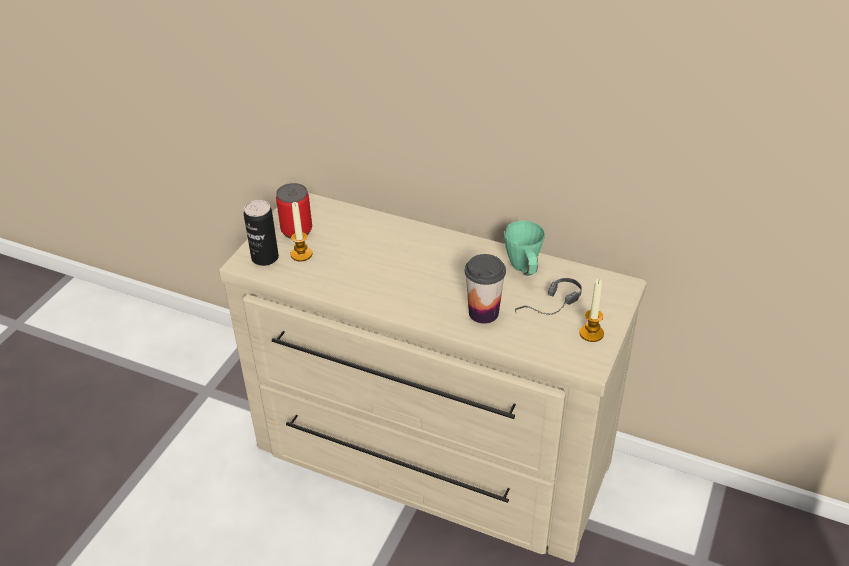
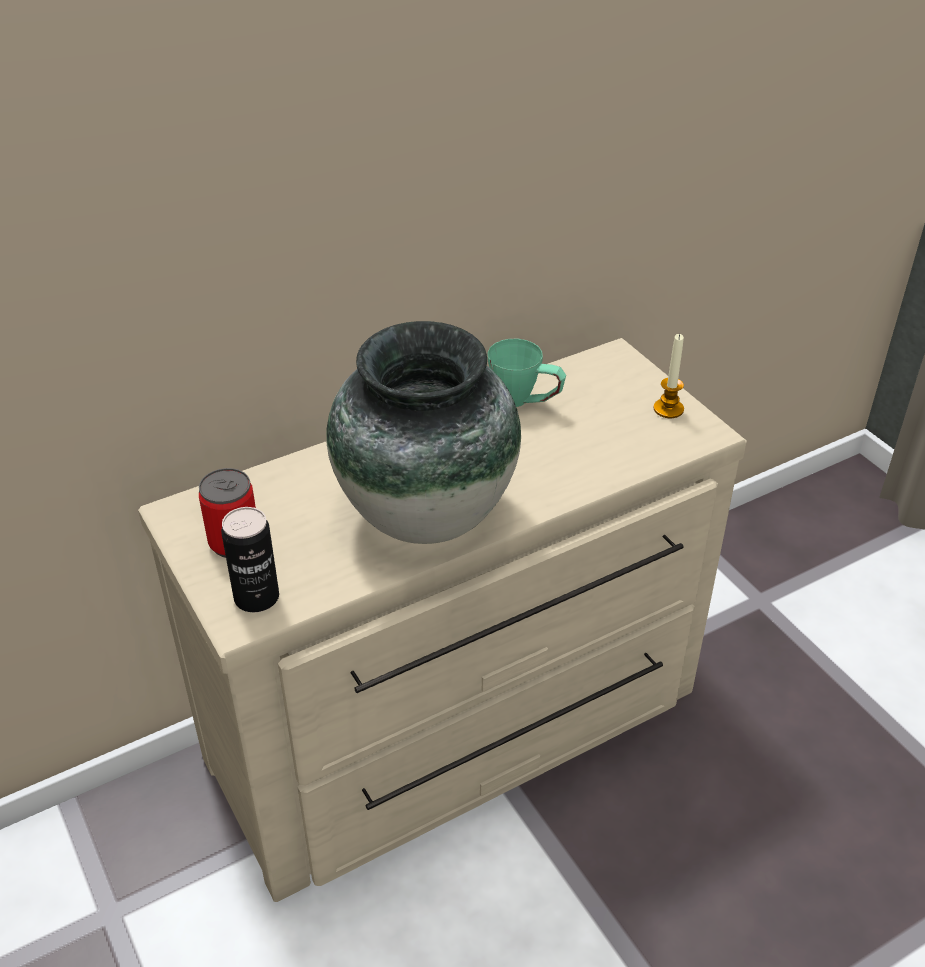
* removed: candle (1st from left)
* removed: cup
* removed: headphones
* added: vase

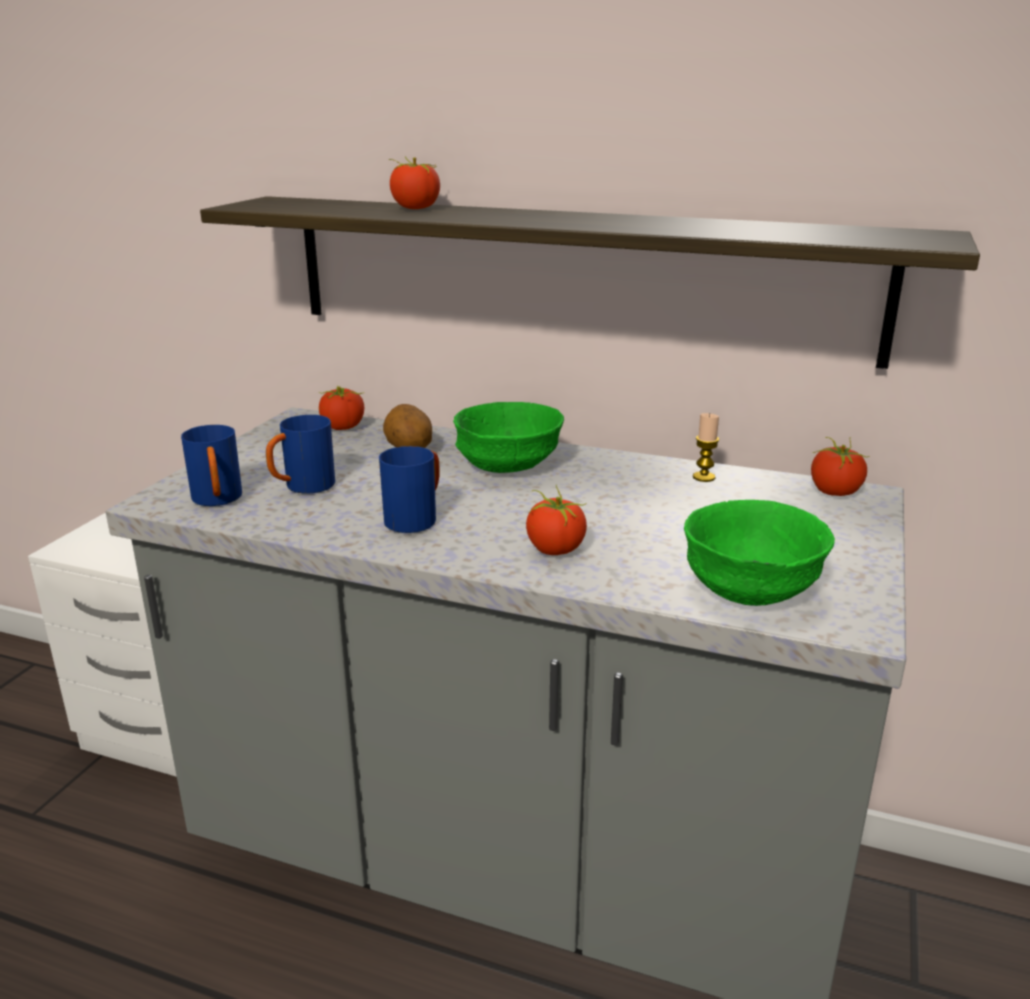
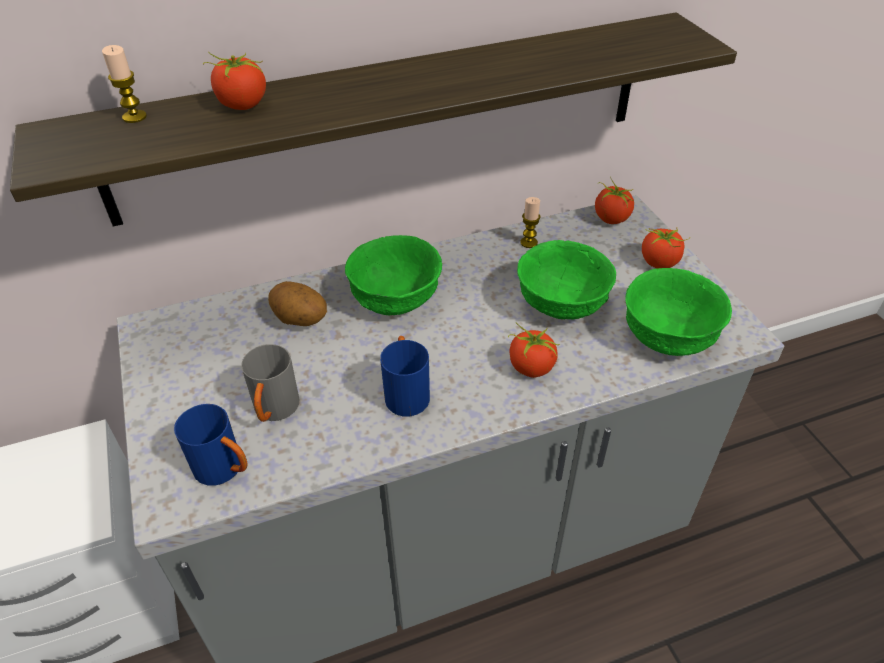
* moved: tomato (1st from left in the first image) to tomato (4th from left)
* recoloured: mug/blue (2nd from left) to mug/grey
* added: candle (1st from left)
* added: bowl/green (2nd from left)

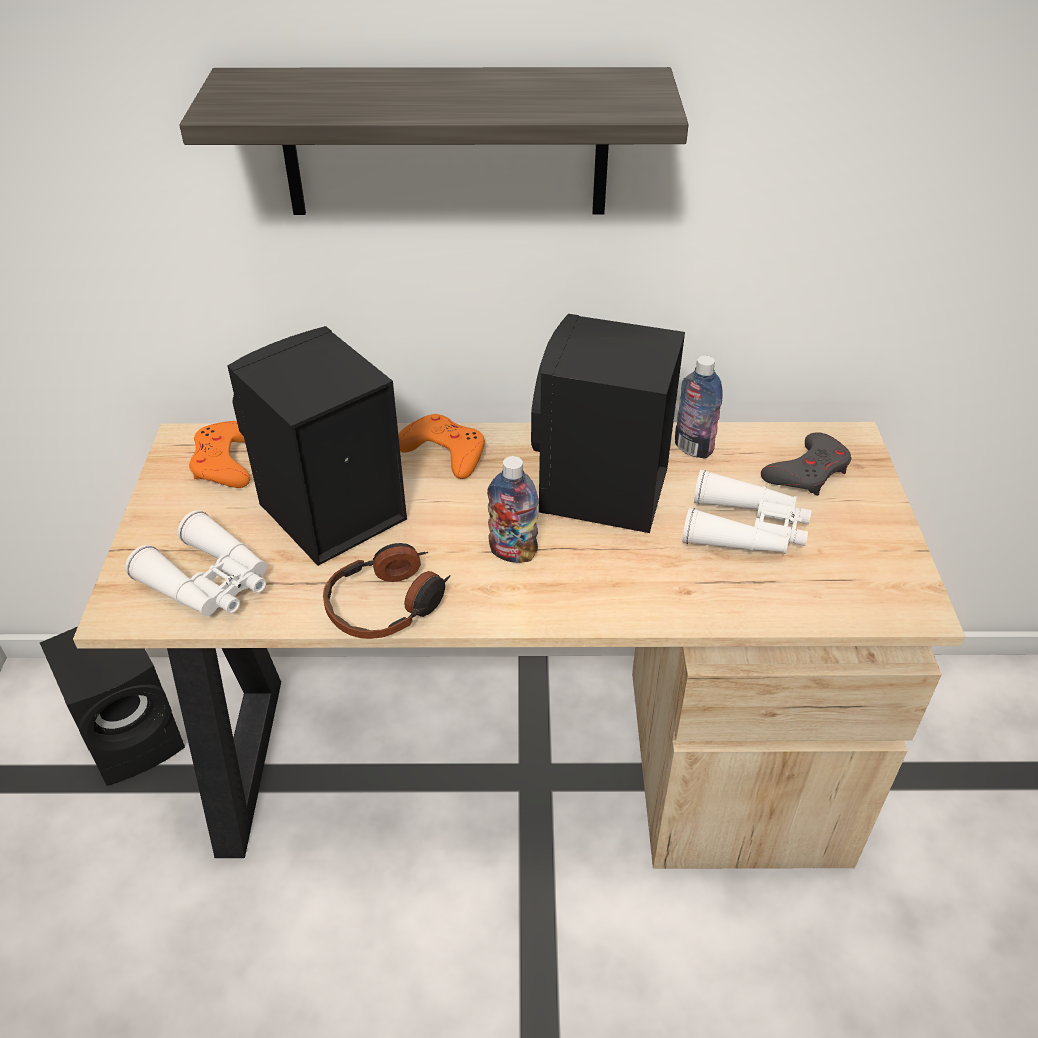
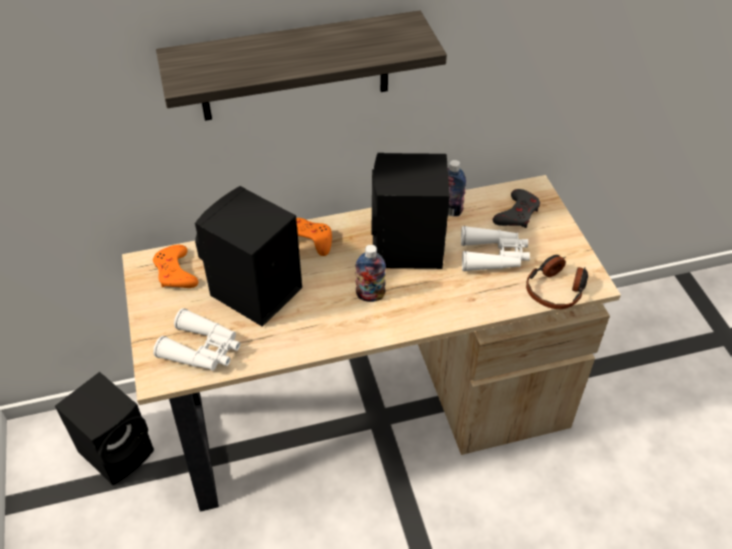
* moved: headphones

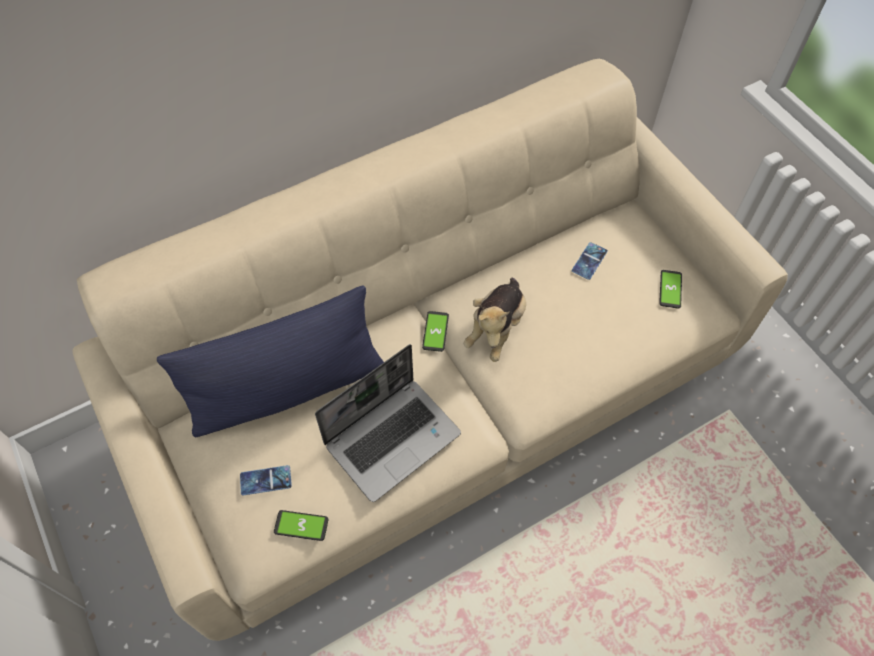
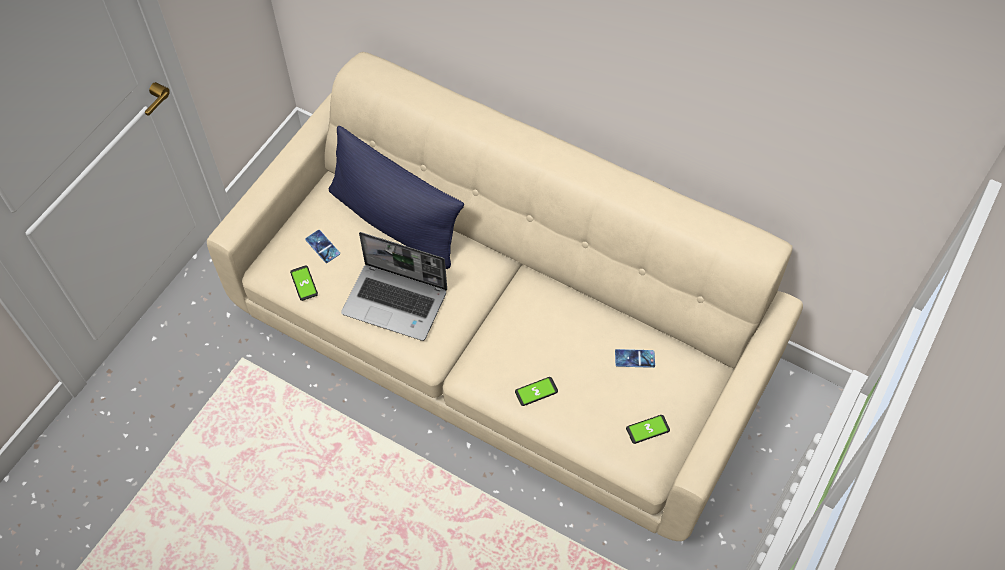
* removed: plush toy
* moved: phone (3rd from left)

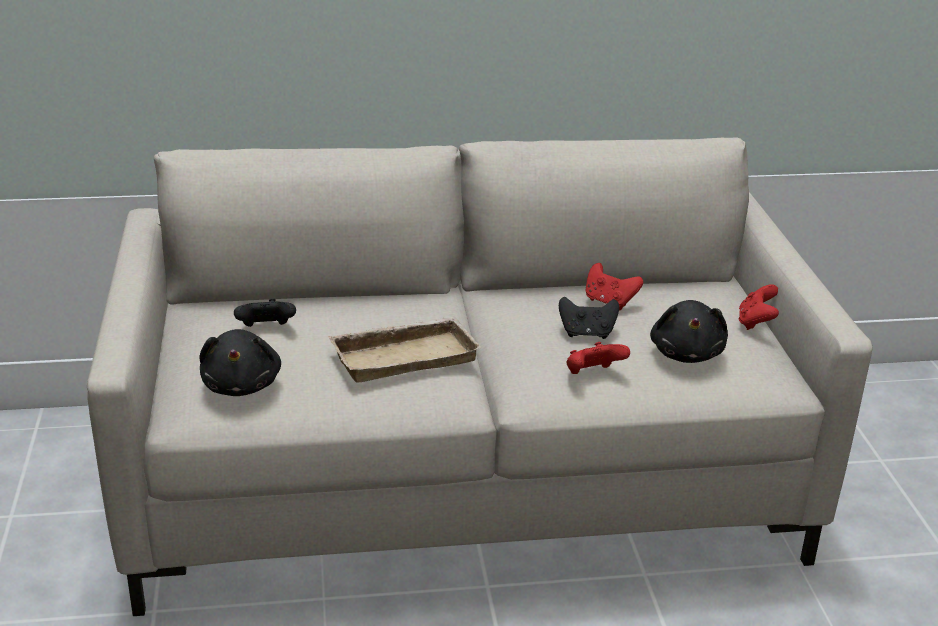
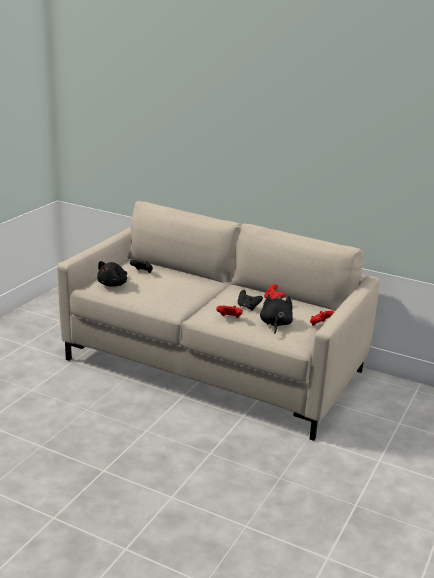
* turned: plush toy/black (2nd from left) 150 degrees clockwise
* removed: tray/beige

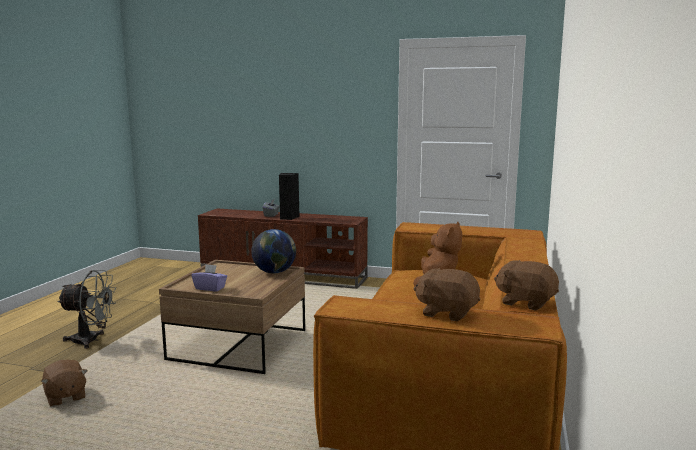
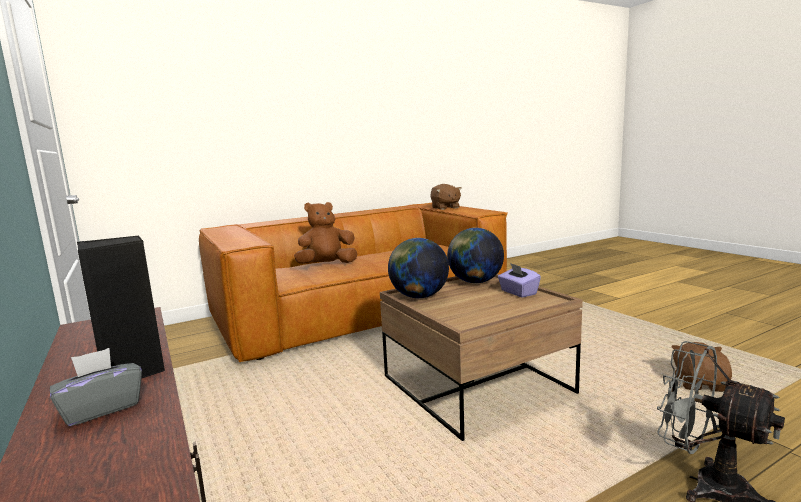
* removed: plush toy/brown (4th from left)
* added: globe (2nd from left)

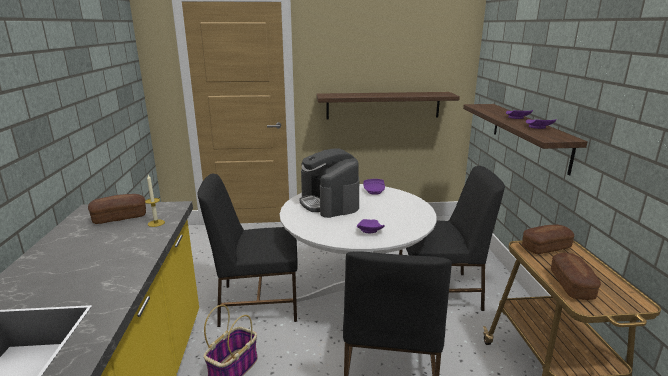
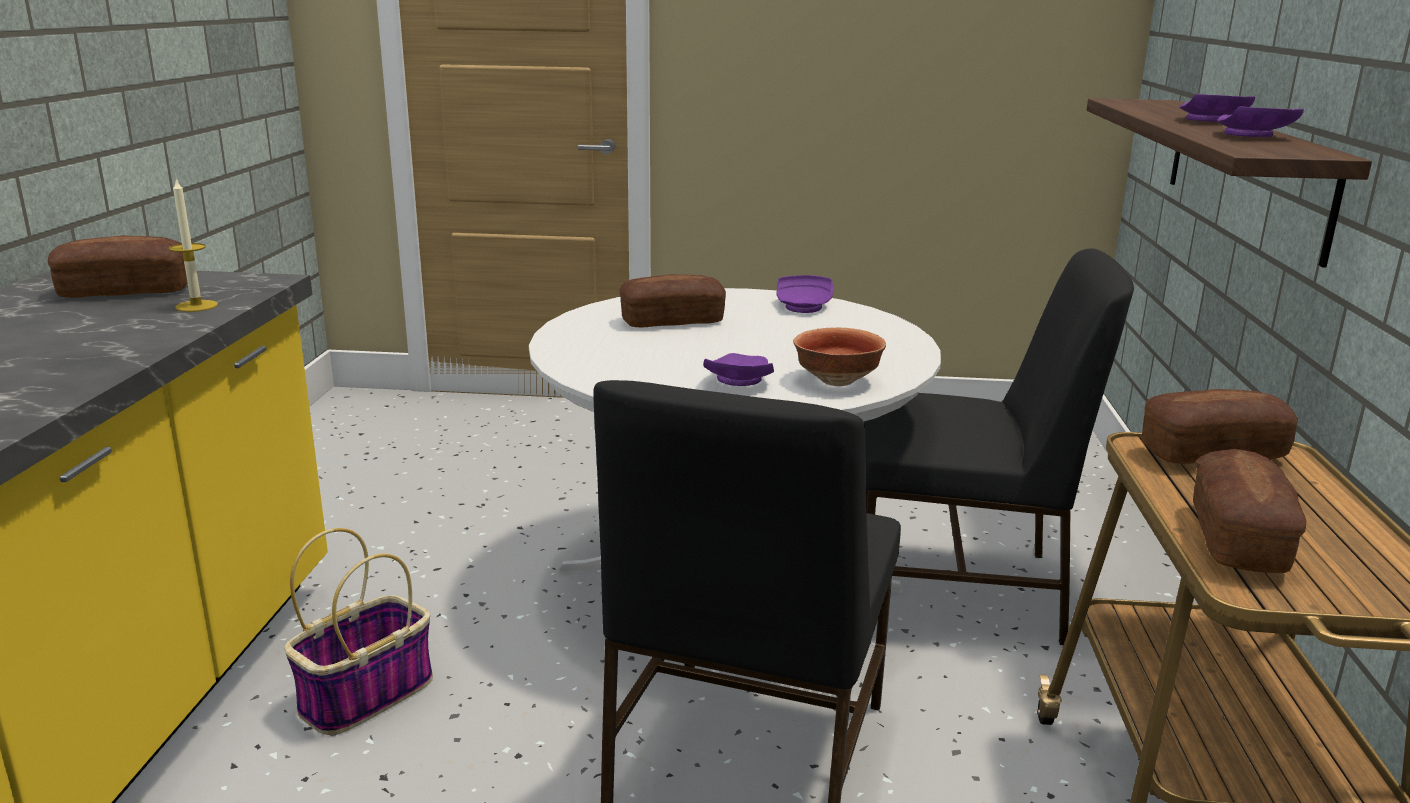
* removed: shelf (1st from left)
* replaced: coffee machine to bread (2nd from left)
* removed: chair/black (1st from left)
* added: bowl

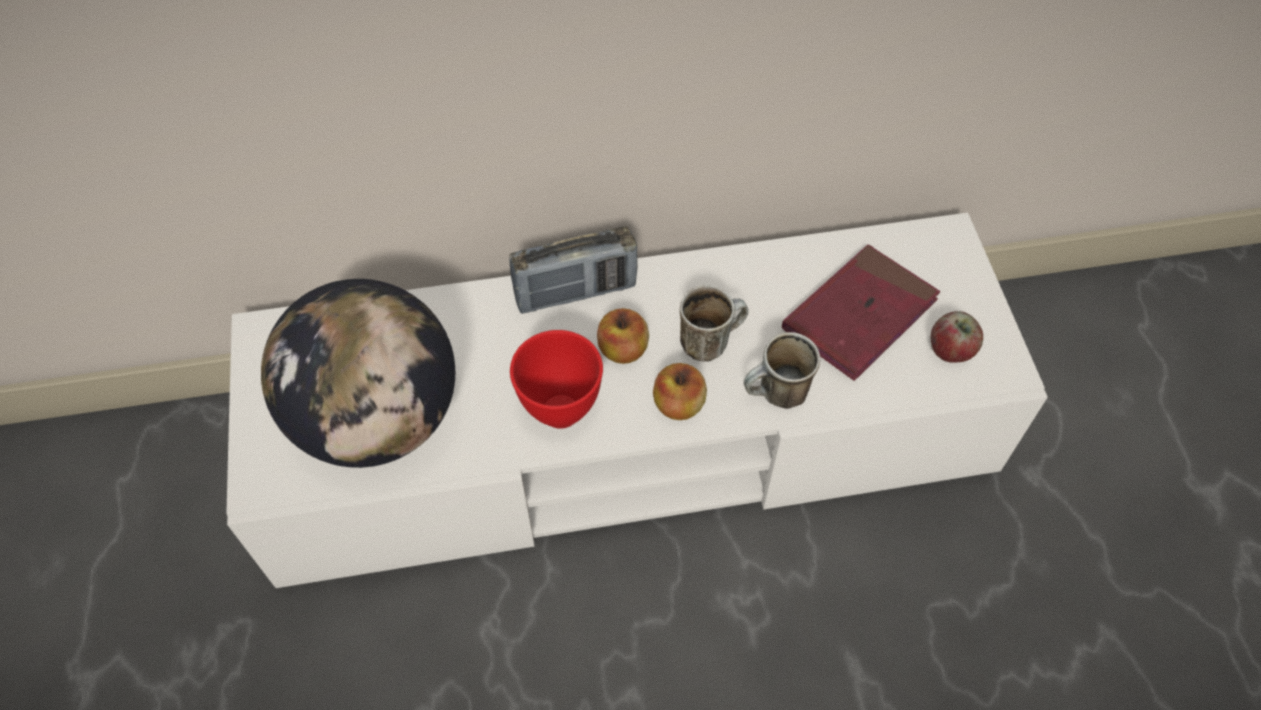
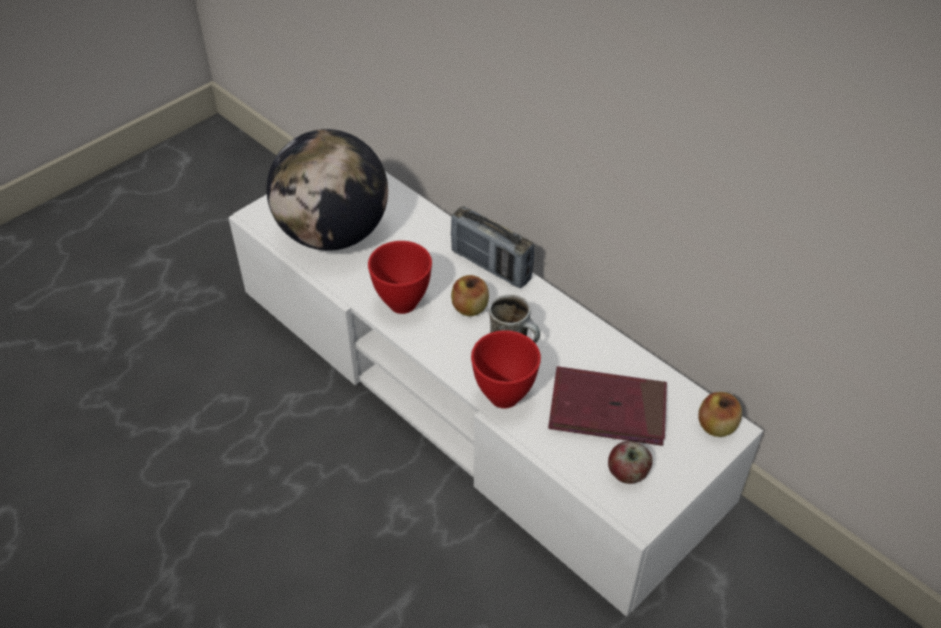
* replaced: mug (2nd from left) to bowl/red (2nd from left)
* moved: apple (2nd from left in the first image) to apple (3rd from left)

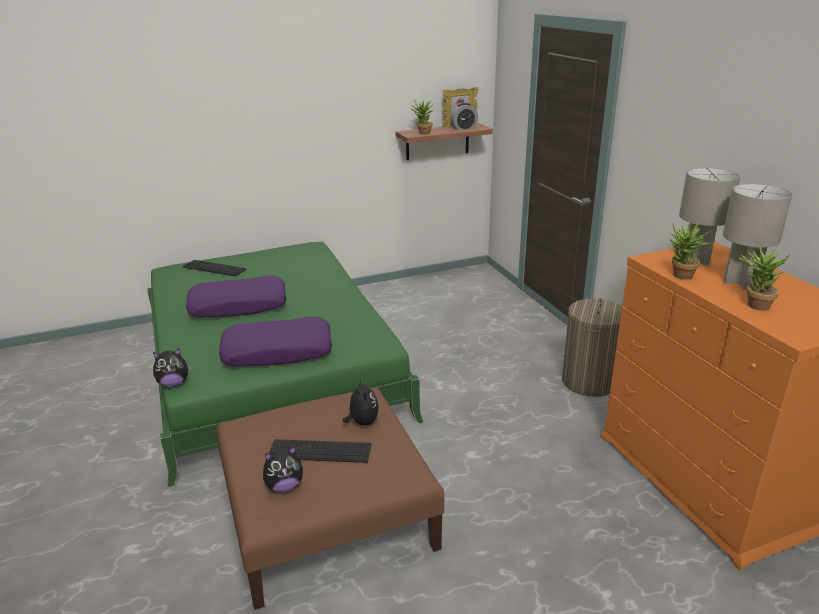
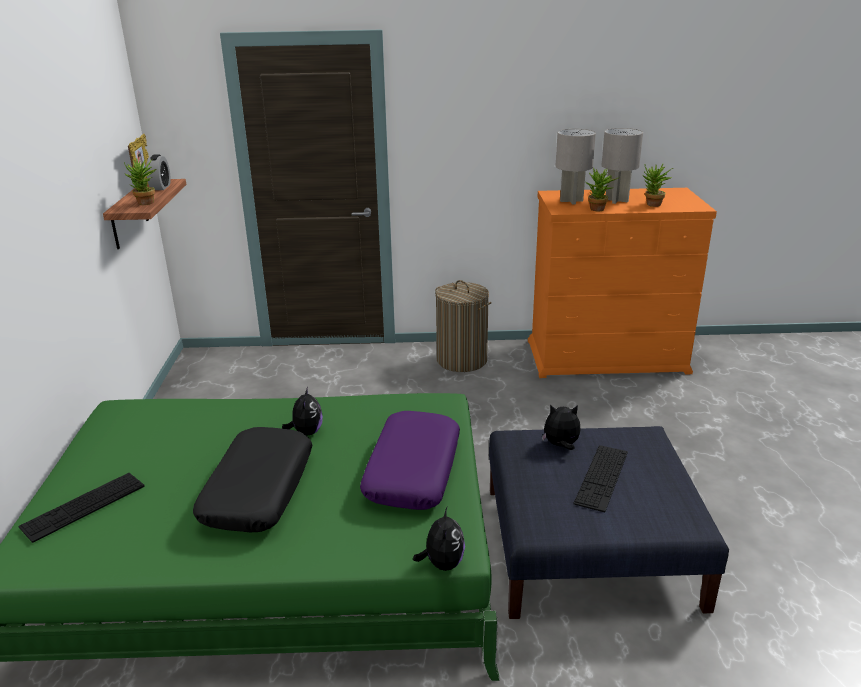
* recoloured: pillow/purple (1st from left) to pillow/black
* recoloured: ottoman/brown to ottoman/blue
* moved: plush toy (2nd from left in the first image) to plush toy (1st from left)

